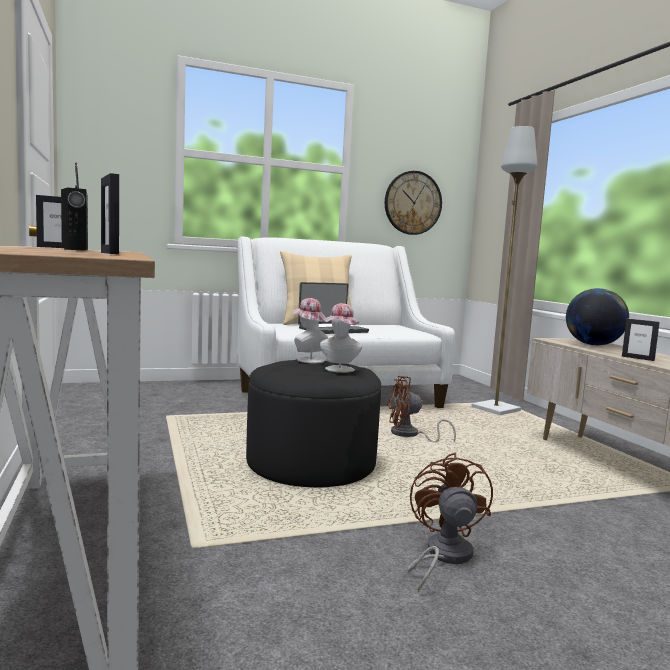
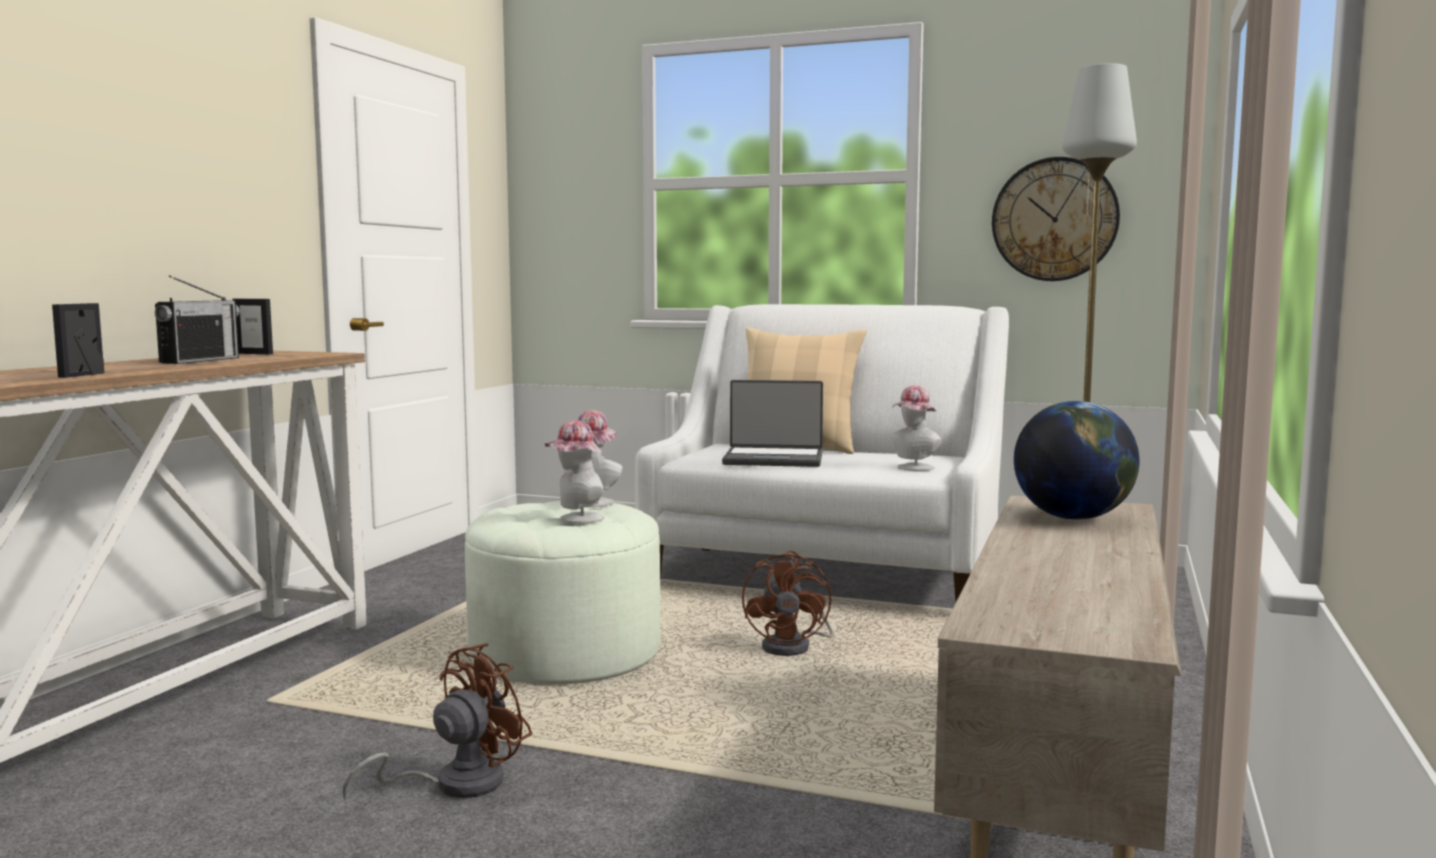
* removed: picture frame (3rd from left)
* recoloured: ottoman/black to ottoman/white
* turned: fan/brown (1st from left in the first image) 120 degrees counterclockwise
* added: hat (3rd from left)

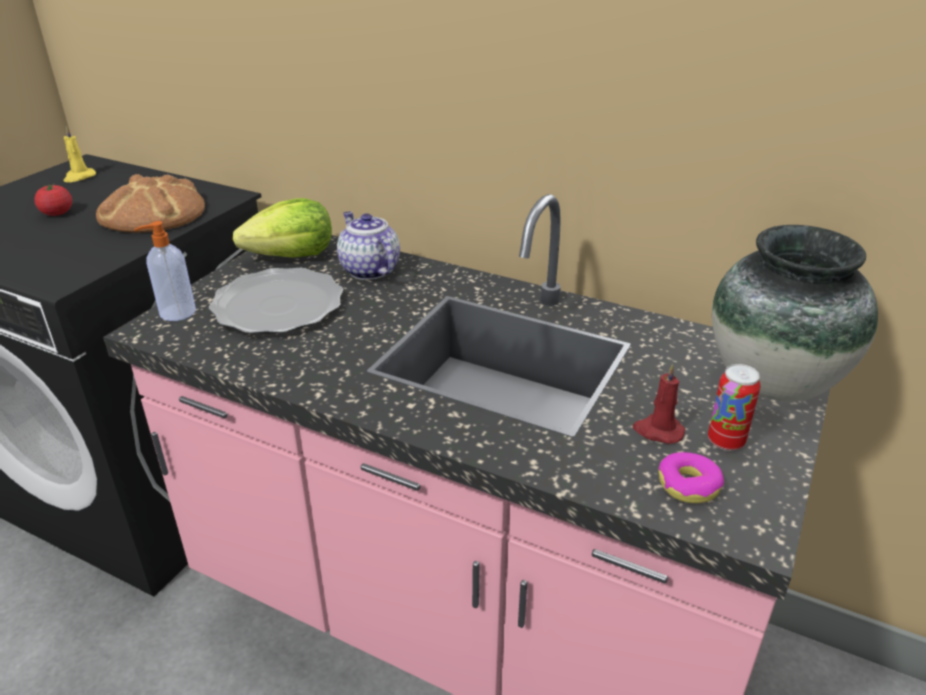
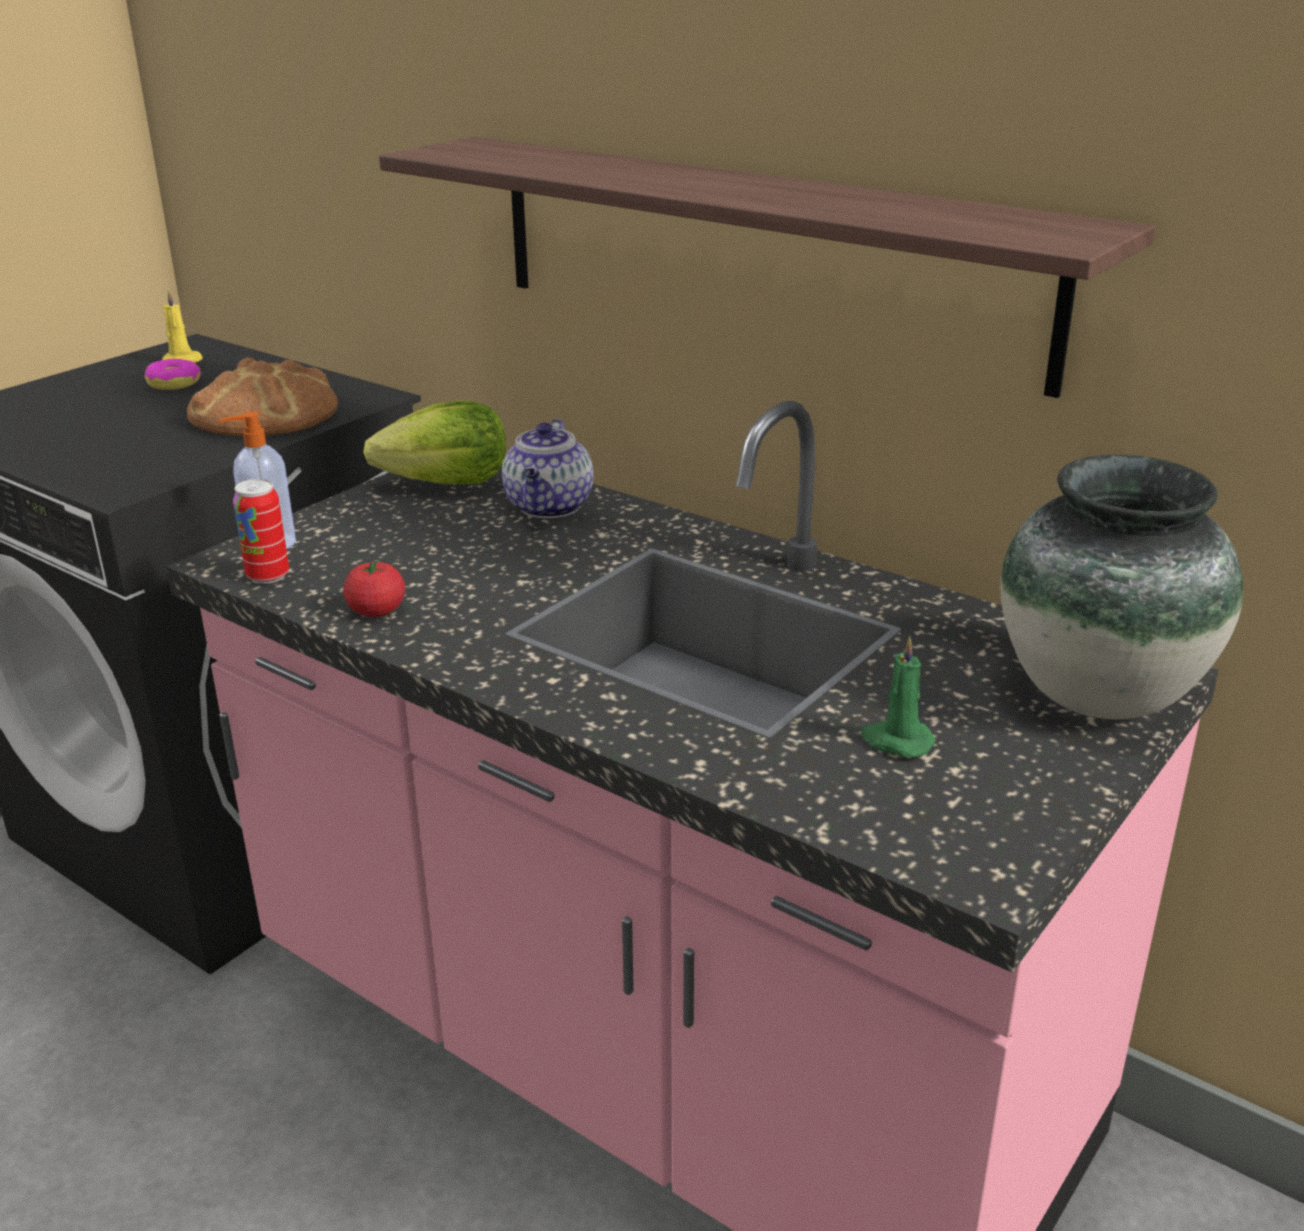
* moved: tomato
* turned: teapot 150 degrees counterclockwise
* removed: plate
* recoloured: candle/red to candle/green
* moved: can
* moved: donut
* added: shelf

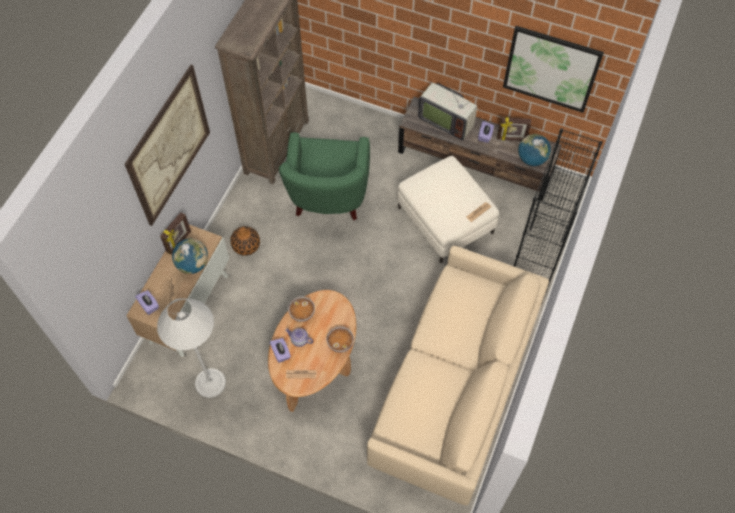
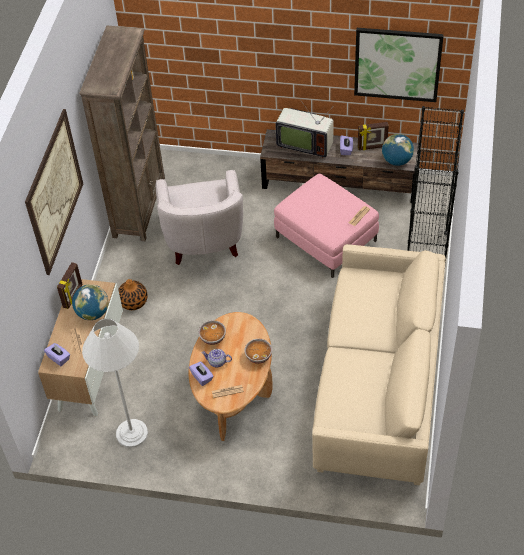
* recoloured: armchair/green to armchair/white
* recoloured: ottoman/white to ottoman/pink

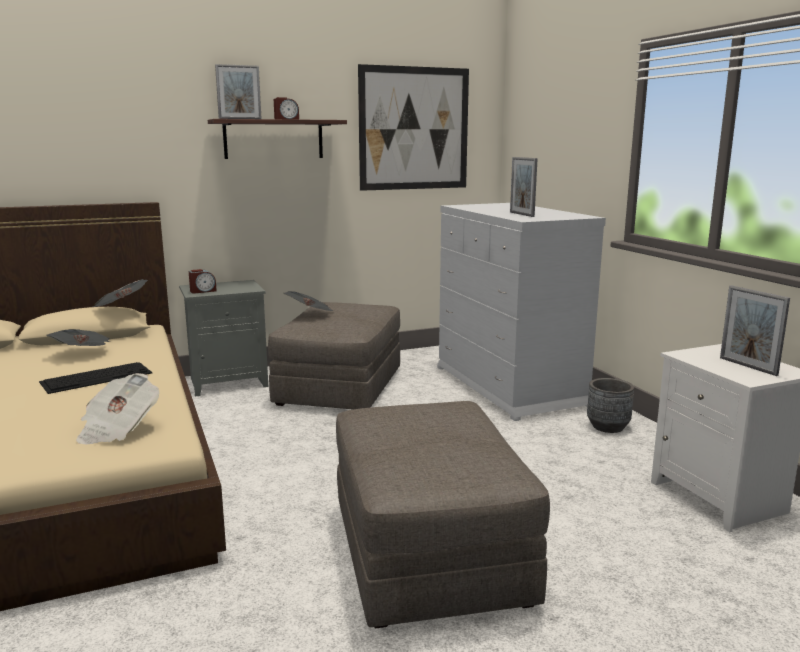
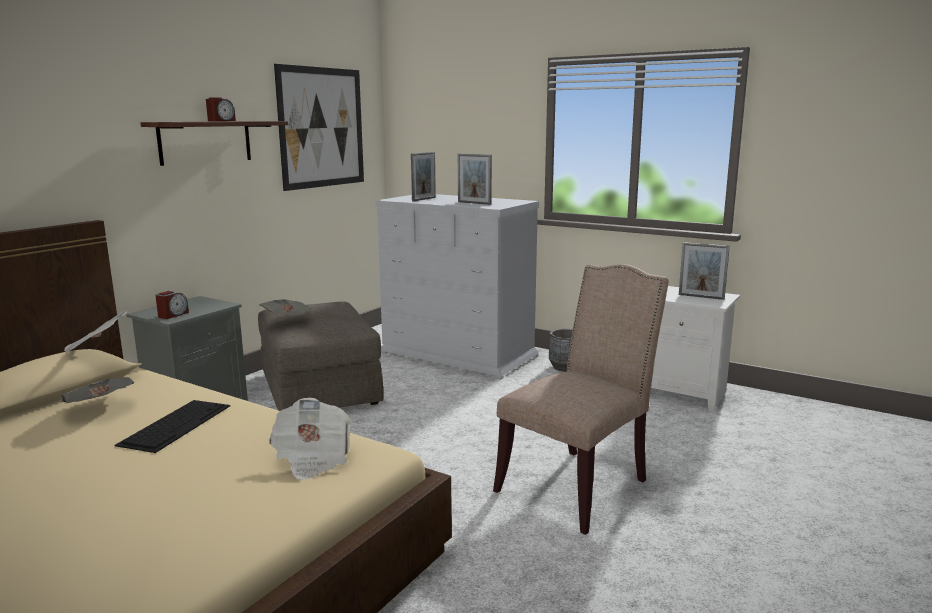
* moved: picture frame (1st from left)
* replaced: ottoman/grey (2nd from left) to chair/beige

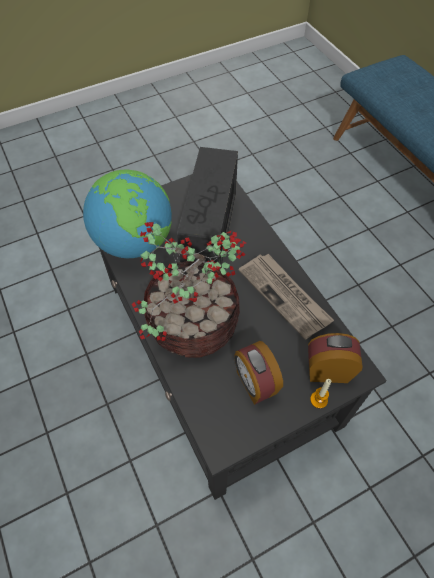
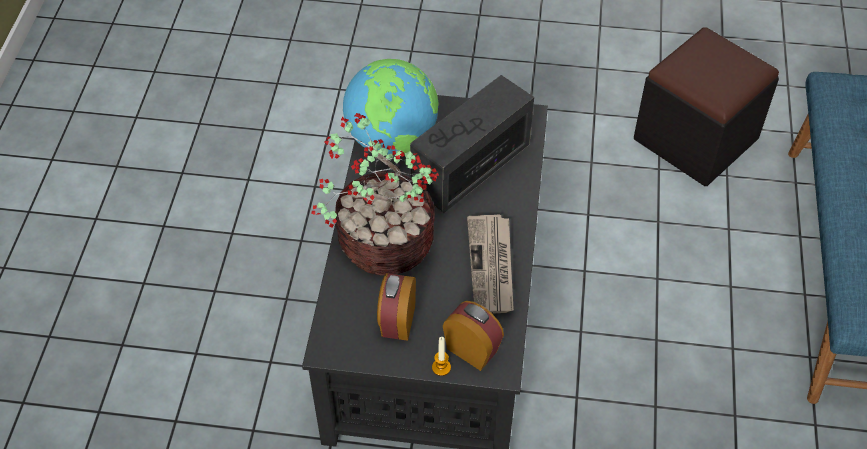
* added: ottoman/black

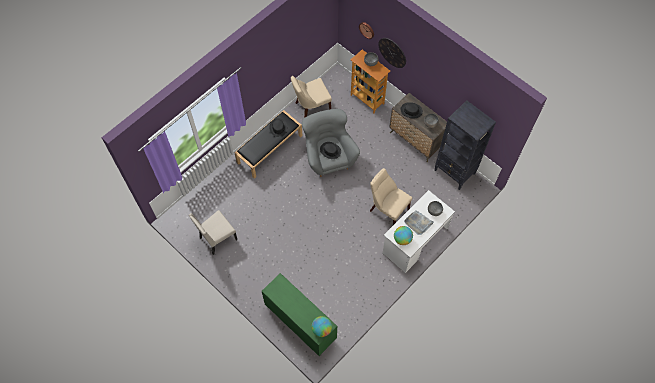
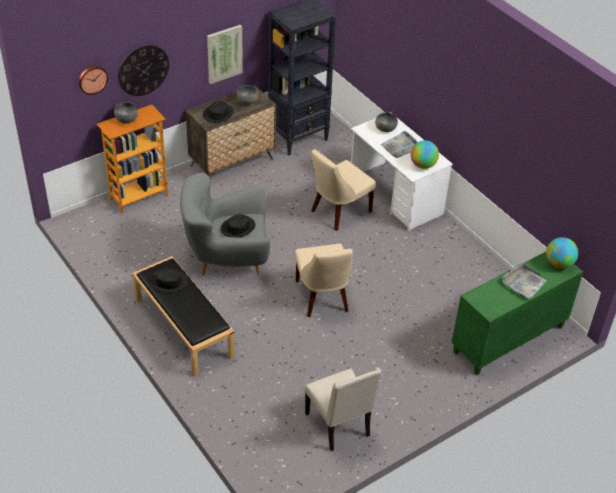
* moved: chair/beige (2nd from left in the first image) to chair/beige (1st from left)
* added: picture
* added: tray/grey (2nd from left)

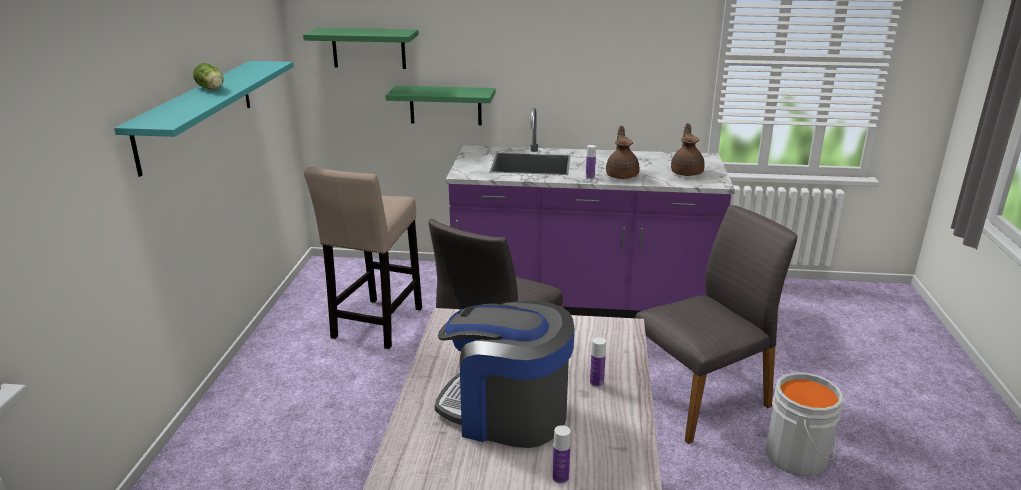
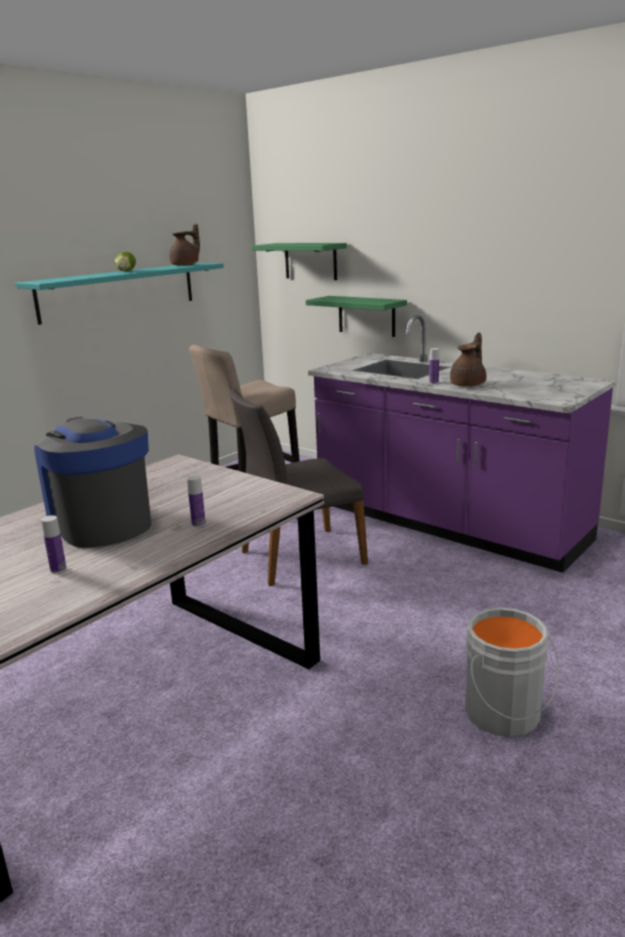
* moved: teapot/brown (2nd from left in the first image) to teapot/brown (1st from left)
* removed: chair/grey (2nd from left)

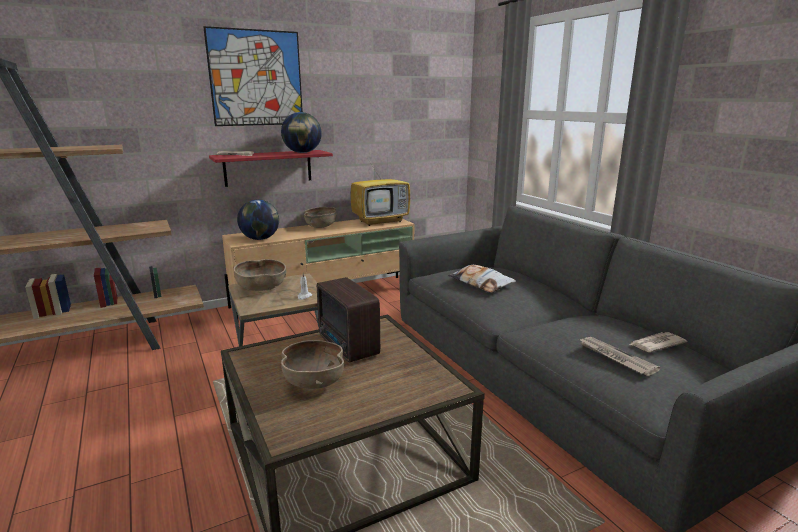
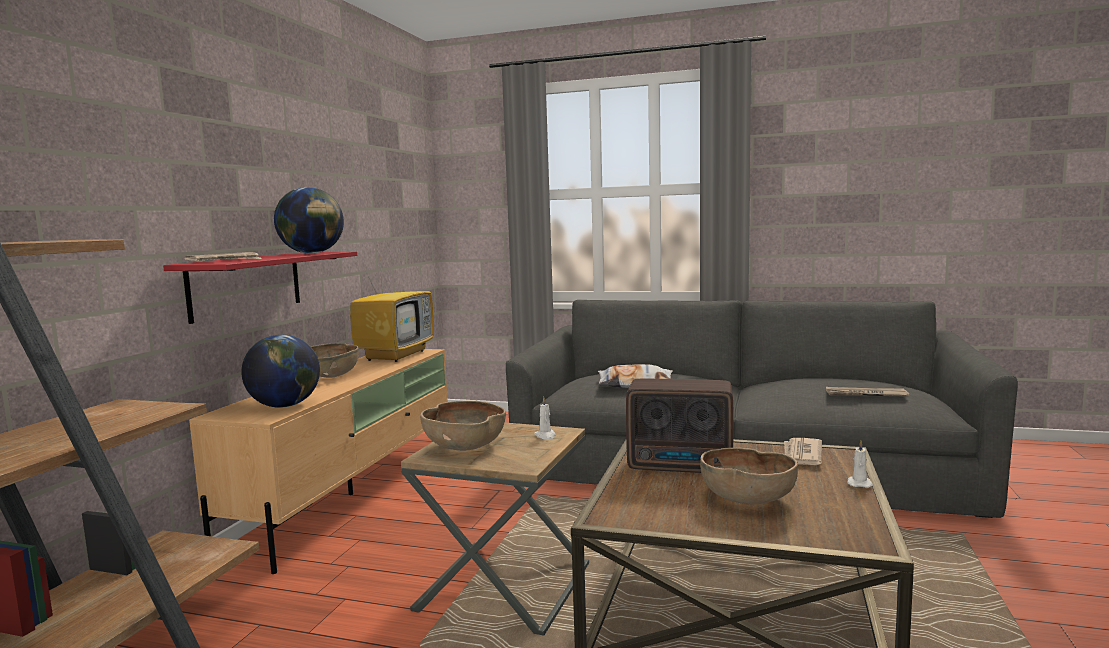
* removed: picture
* moved: newspaper (3rd from left in the first image) to newspaper (2nd from left)
* added: candle/white (2nd from left)

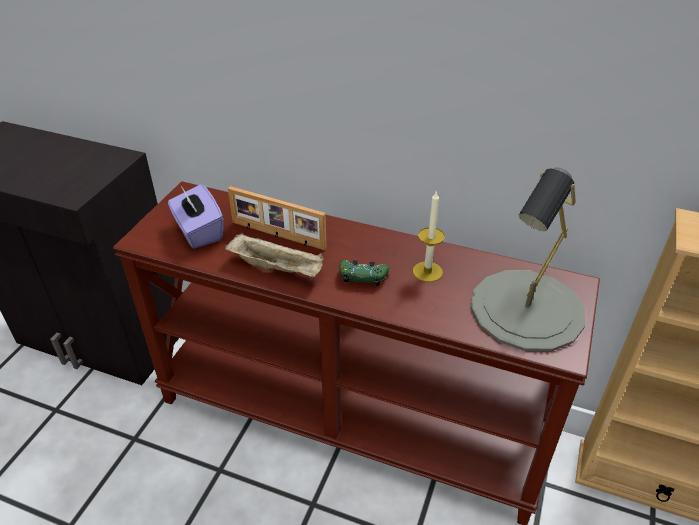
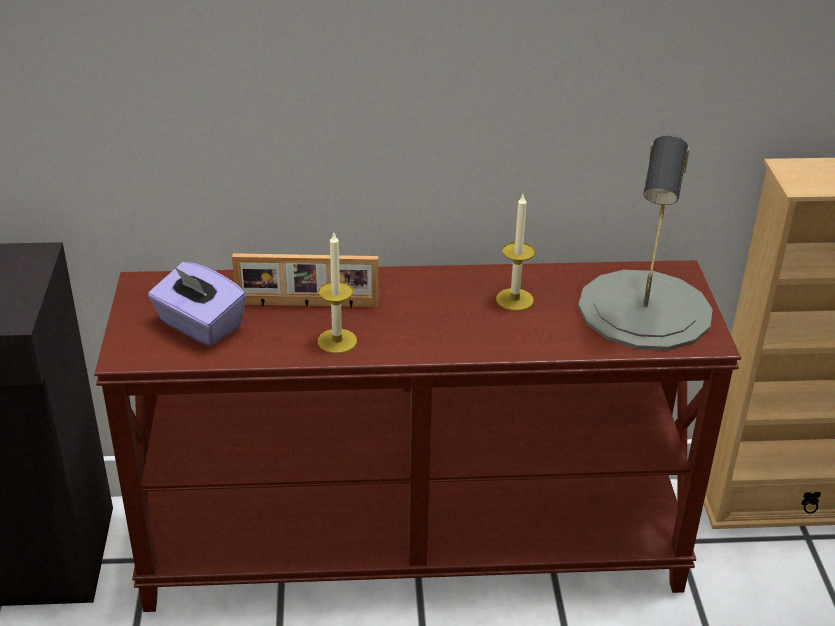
* replaced: tray/beige to candle (1st from left)
* removed: game controller/green

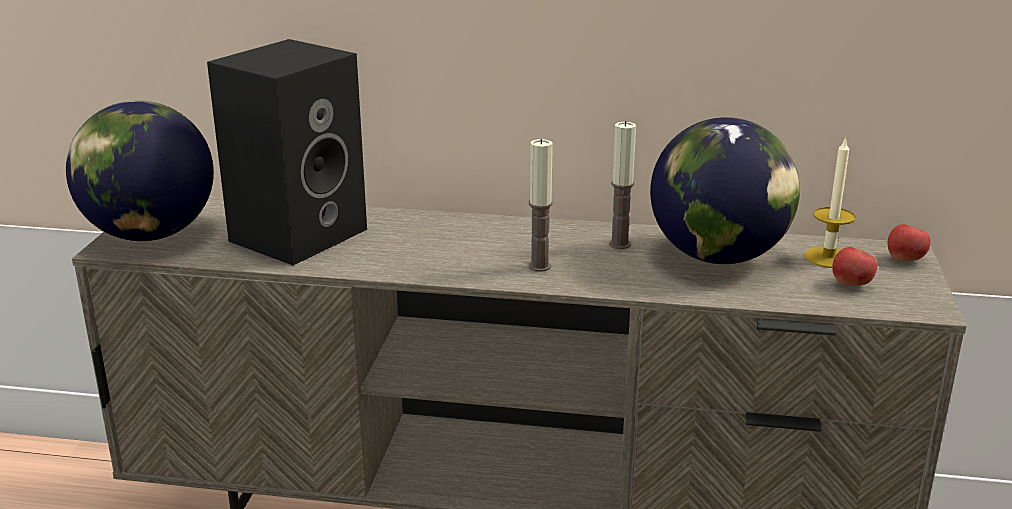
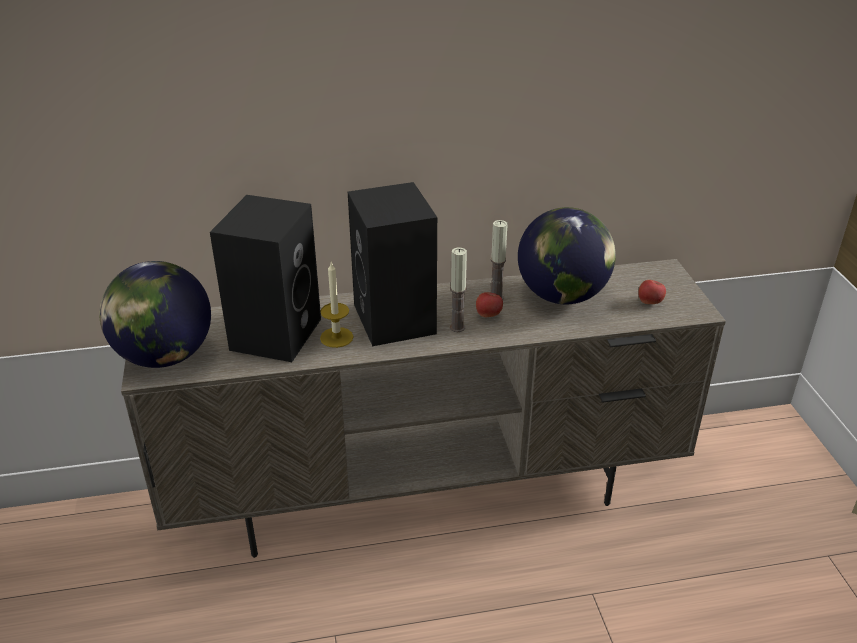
* moved: candle (3rd from left in the first image) to candle (1st from left)
* moved: apple (2nd from left in the first image) to apple (1st from left)
* added: speaker/black (2nd from left)

